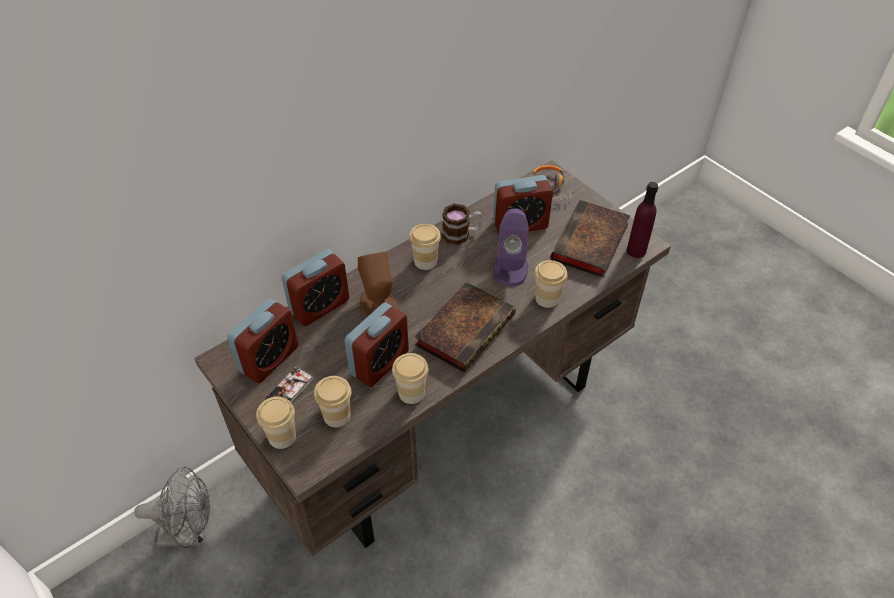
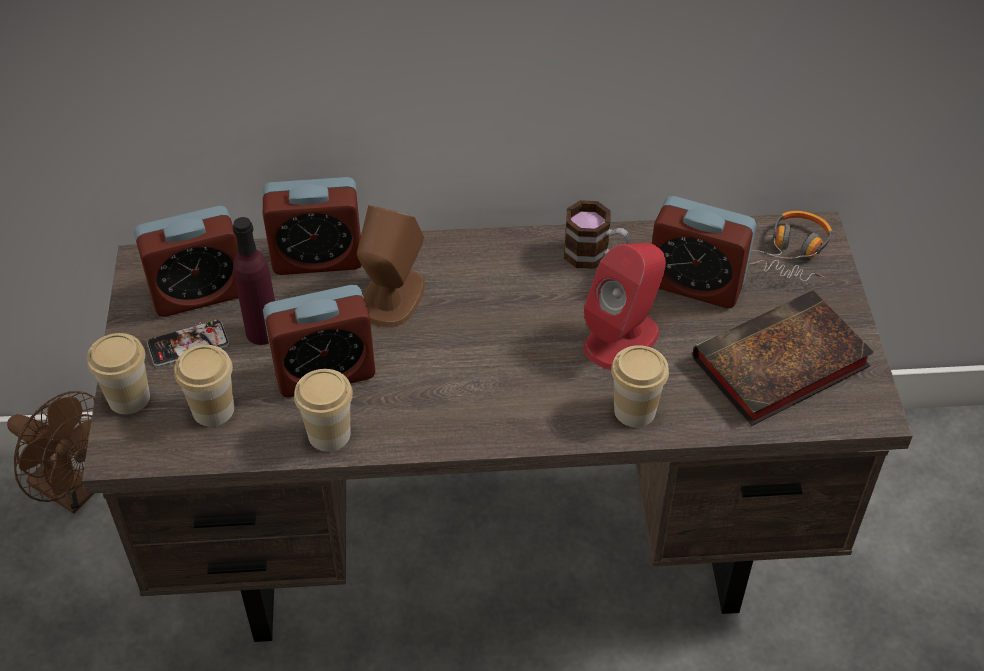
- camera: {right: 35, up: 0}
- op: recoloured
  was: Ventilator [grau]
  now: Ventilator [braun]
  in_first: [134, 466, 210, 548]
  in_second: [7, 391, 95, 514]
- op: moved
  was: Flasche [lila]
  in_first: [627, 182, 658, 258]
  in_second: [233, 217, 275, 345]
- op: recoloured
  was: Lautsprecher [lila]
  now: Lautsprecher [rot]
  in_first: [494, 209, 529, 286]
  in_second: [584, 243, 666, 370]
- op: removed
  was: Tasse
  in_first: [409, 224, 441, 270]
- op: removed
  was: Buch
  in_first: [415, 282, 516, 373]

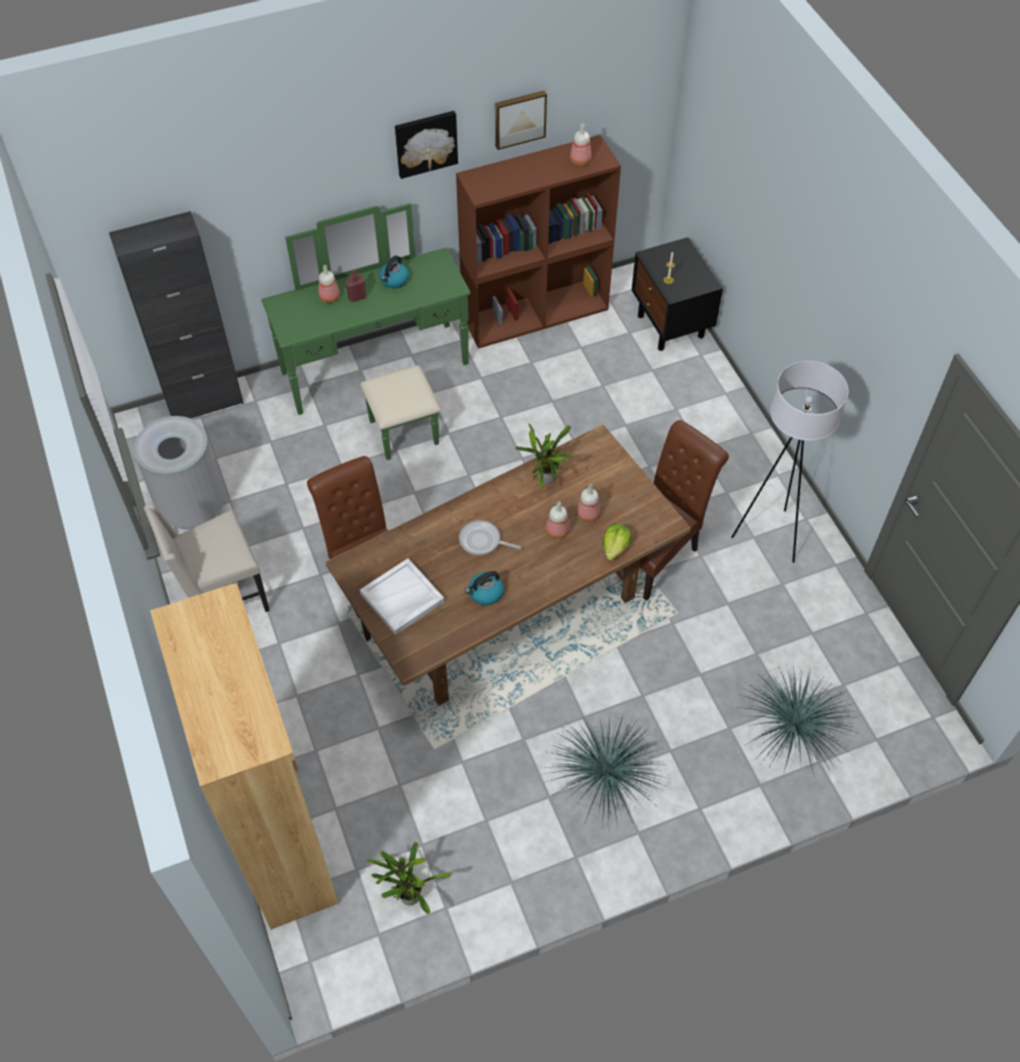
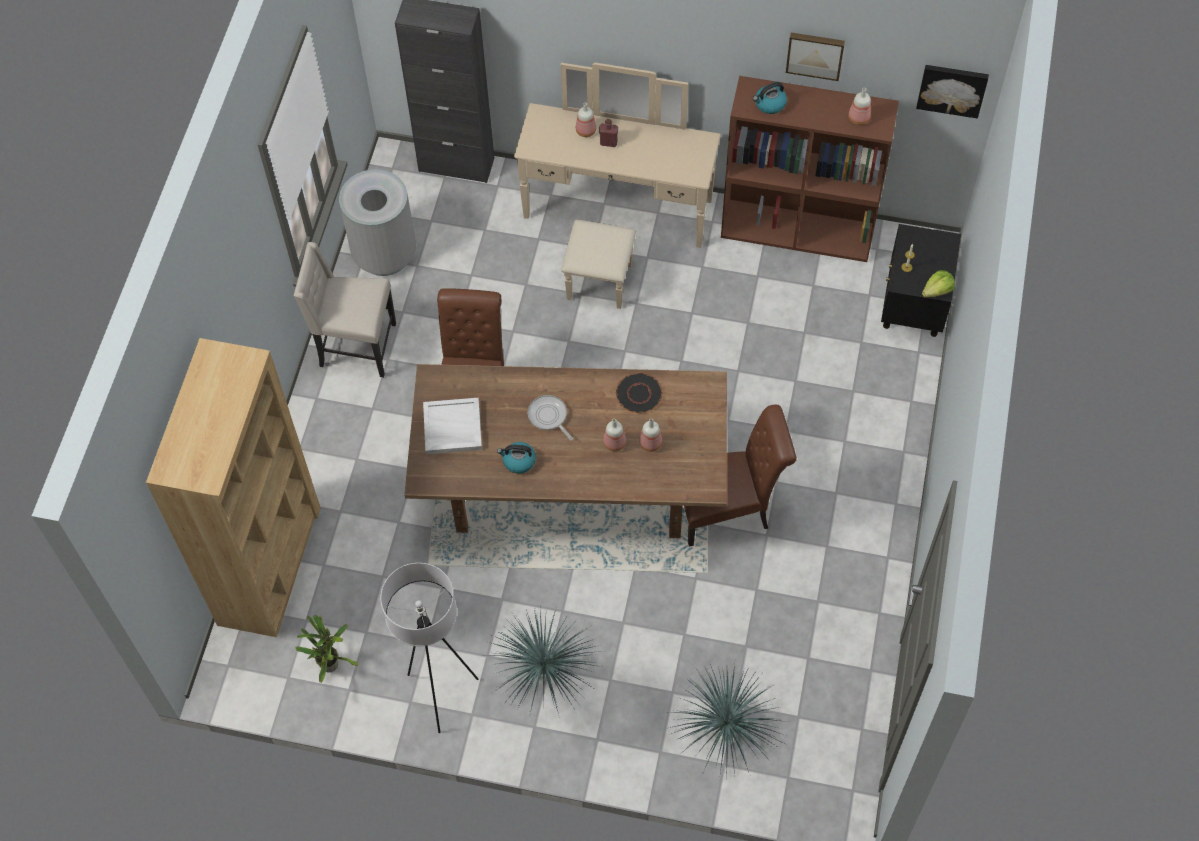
- camera: {right: 35, up: 5}
- op: moved
  was: Stehlampe [weiß]
  in_first: [731, 361, 849, 563]
  in_second: [380, 563, 478, 733]
- op: recoloured
  was: Kommode [grün]
  now: Kommode [beige]
  in_first: [261, 203, 470, 460]
  in_second: [514, 63, 721, 309]
- op: replaced
  was: Topfpflanze
  now: Teller [schwarz]
  in_first: [515, 424, 573, 489]
  in_second: [616, 373, 663, 413]
- op: moved
  was: Wasserkessel
  in_first: [379, 255, 409, 288]
  in_second: [753, 82, 787, 114]
- op: moved
  was: Bild
  in_first: [395, 111, 458, 179]
  in_second: [916, 65, 989, 119]
- op: moved
  was: Salatkopf
  in_first: [603, 524, 632, 561]
  in_second: [922, 270, 955, 297]

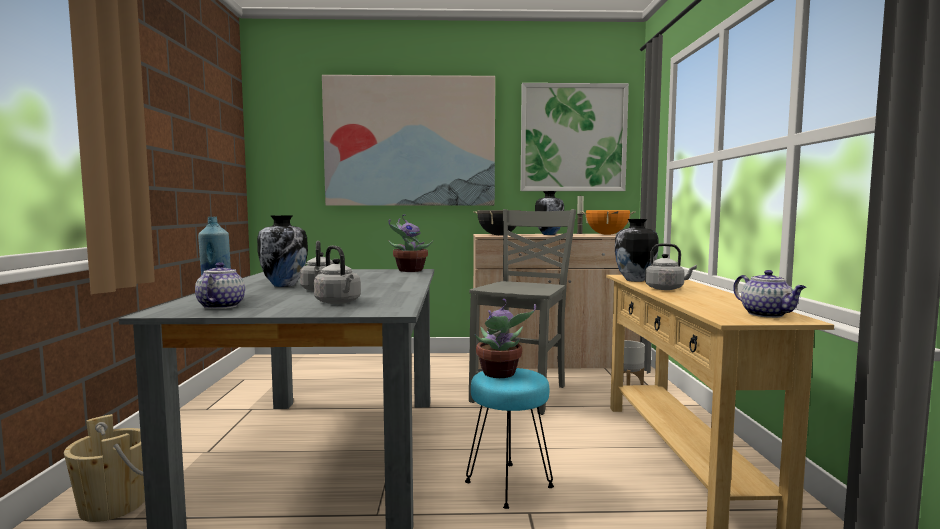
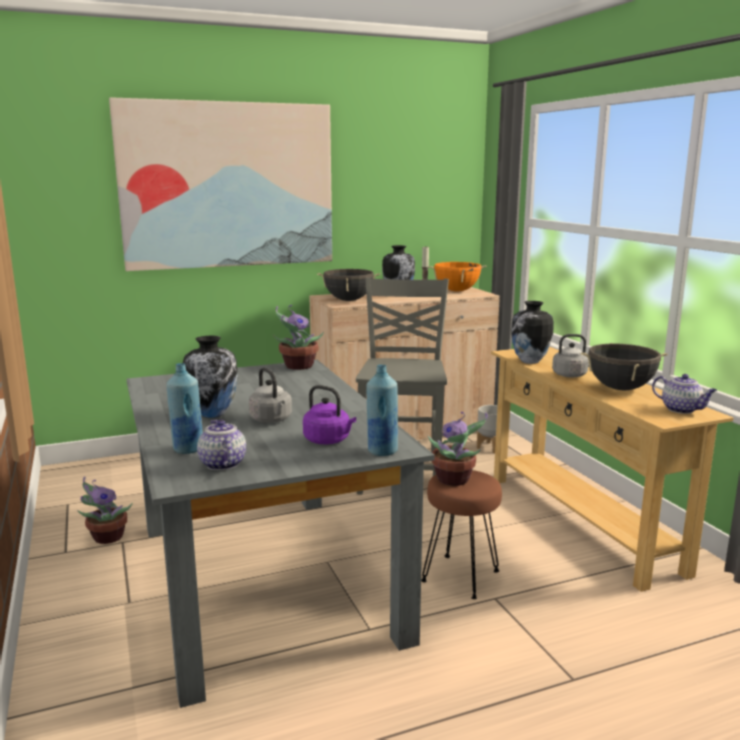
- camera: {right: -20, up: 10}
- op: added
  now: Topfpflanze
  in_second: [77, 476, 133, 544]
- op: recoloured
  was: Wasserkessel [grau]
  now: Wasserkessel [lila]
  in_first: [314, 246, 361, 304]
  in_second: [303, 385, 356, 444]
- op: added
  now: Flasche [blau]
  in_second: [366, 364, 398, 456]
- op: recoloured
  was: Hocker [türkis]
  now: Hocker [braun]
  in_first: [465, 368, 554, 509]
  in_second: [421, 470, 502, 599]
- op: added
  now: Kochtopf [schwarz]
  in_second: [581, 343, 668, 390]
- op: removed
  was: Eimer [beige]
  in_first: [64, 414, 145, 522]
- op: removed
  was: Bild
  in_first: [521, 83, 629, 191]

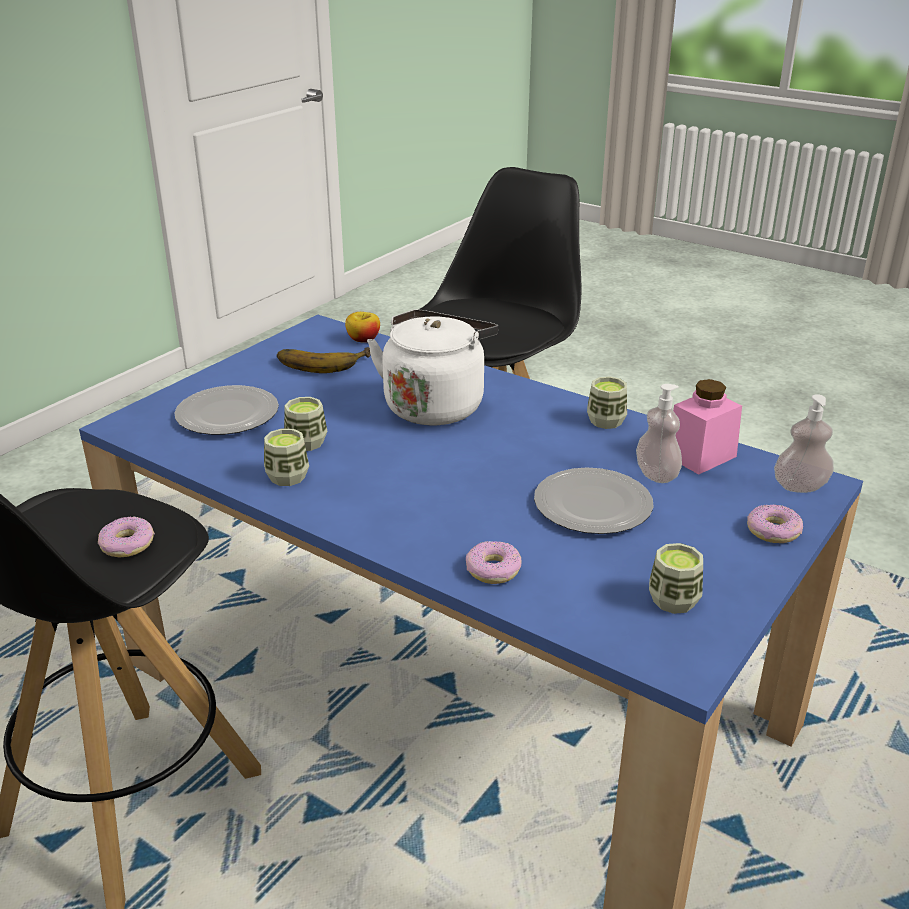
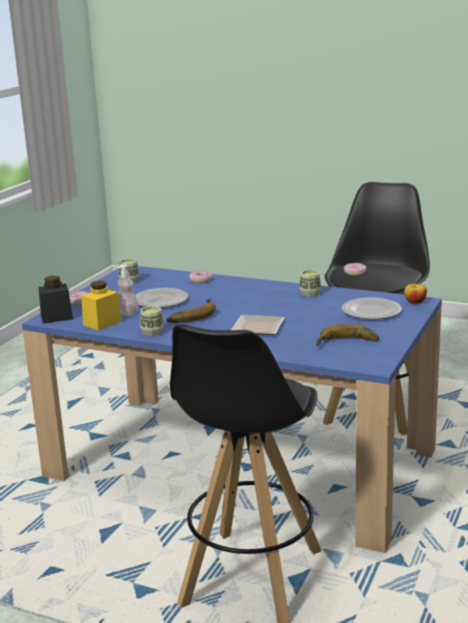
- camera: {right: 170, up: -10}
- op: replaced
  was: Seifenspender
  now: Vorratsglas [schwarz]
  in_first: [774, 394, 834, 493]
  in_second: [39, 276, 73, 324]
- op: recoloured
  was: Vorratsglas [rosa]
  now: Vorratsglas [gelb]
  in_first: [673, 379, 742, 475]
  in_second: [81, 280, 122, 331]
- op: added
  now: Banane
  in_second: [167, 298, 216, 323]
- op: replaced
  was: Wasserkessel [weiß]
  now: Teller
  in_first: [367, 309, 498, 425]
  in_second: [231, 315, 285, 335]
- op: moved
  was: Apfel
  in_first: [345, 312, 380, 343]
  in_second: [404, 284, 427, 304]
- op: removed
  was: Tasse
  in_first: [284, 397, 327, 451]

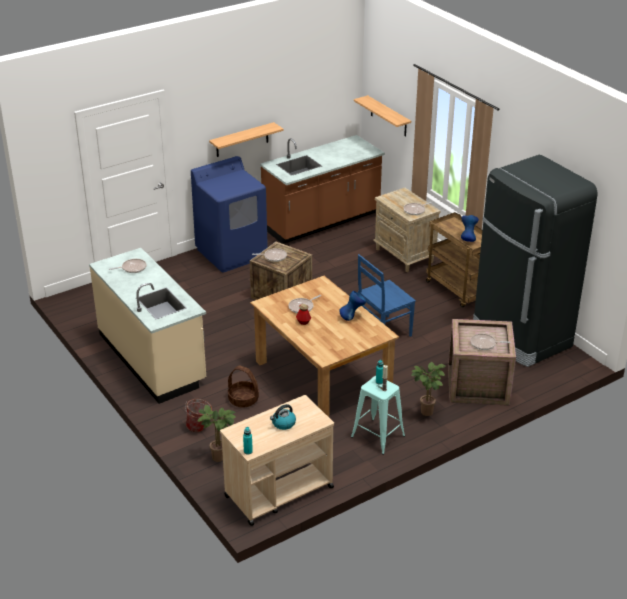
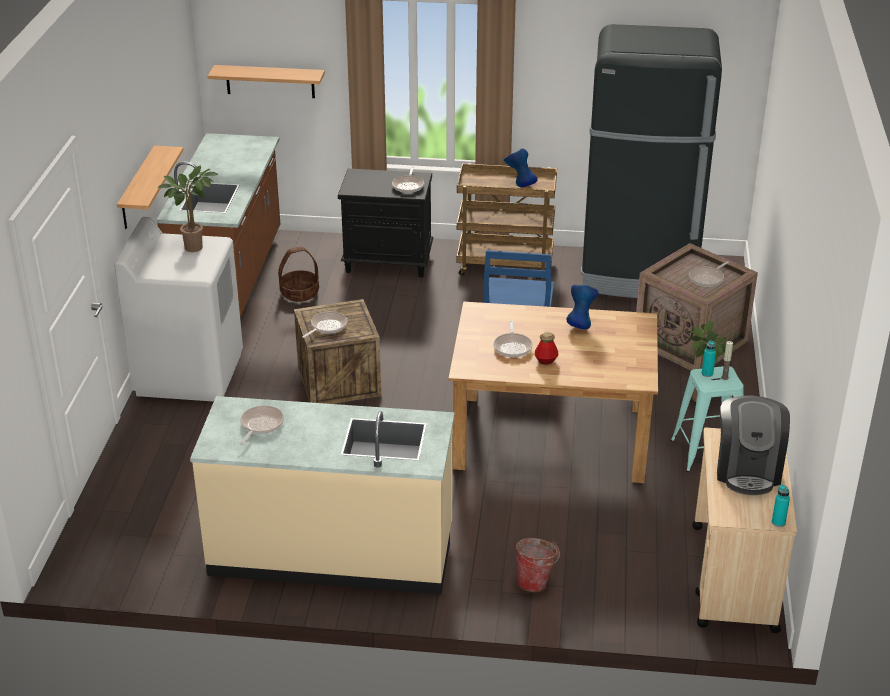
- camera: {right: -50, up: 0}
- op: recoloured
  was: Waschmaschine [blau]
  now: Waschmaschine [weiß]
  in_first: [191, 156, 268, 273]
  in_second: [114, 217, 243, 402]
- op: moved
  was: Topfpflanze
  in_first: [197, 405, 236, 462]
  in_second: [158, 166, 218, 252]
- op: moved
  was: Korb
  in_first: [228, 366, 259, 408]
  in_second: [278, 247, 319, 302]
- op: recoloured
  was: Nachttisch [beige]
  now: Nachttisch [schwarz]
  in_first: [373, 188, 440, 272]
  in_second: [338, 168, 433, 277]
- op: replaced
  was: Wasserkessel
  now: Kaffeemaschine
  in_first: [270, 404, 296, 430]
  in_second: [717, 396, 790, 495]

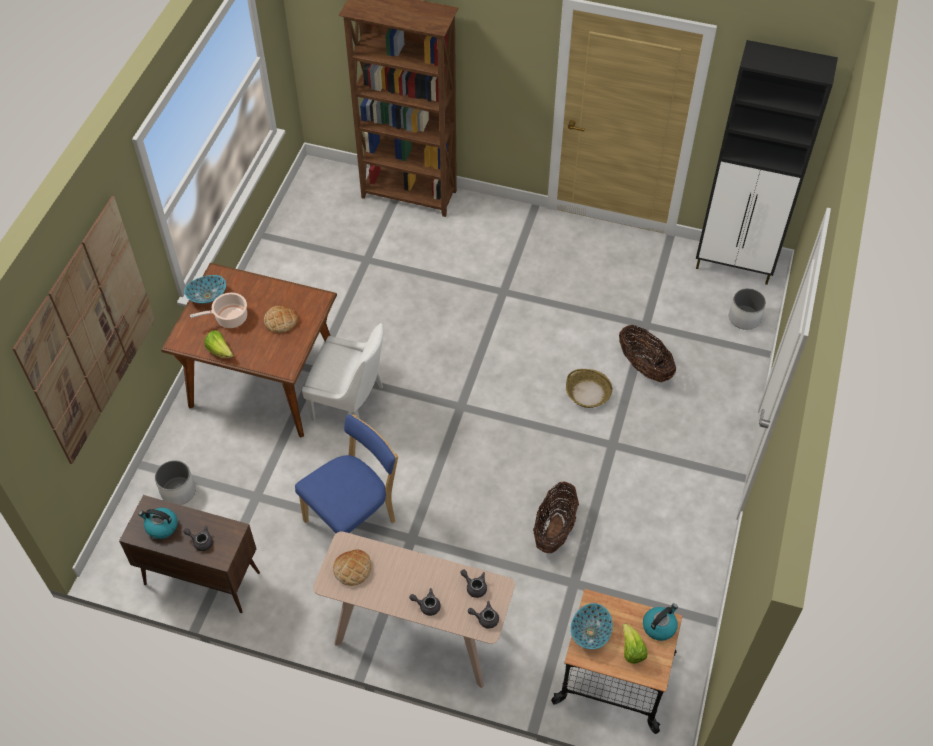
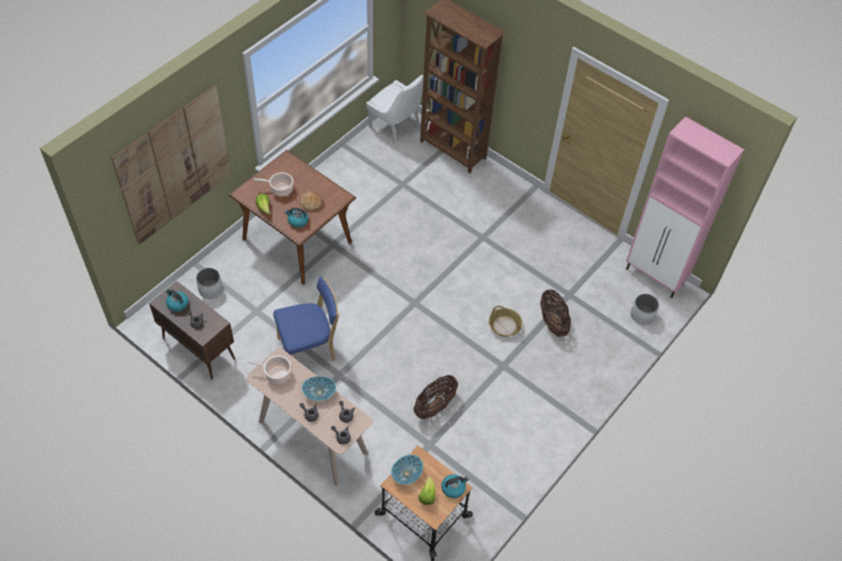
- camera: {right: 20, up: 0}
- op: replaced
  was: Brot
  now: Kochtopf
  in_first: [333, 550, 371, 586]
  in_second: [247, 355, 291, 384]
- op: added
  now: Wasserkessel
  in_second: [285, 208, 309, 228]
- op: moved
  was: Schüssel
  in_first: [184, 275, 226, 304]
  in_second: [302, 376, 336, 401]
- op: moved
  was: Stuhl [weiß]
  in_first: [302, 323, 384, 421]
  in_second: [366, 75, 424, 144]
- op: recoloured
  was: Schrank [schwarz]
  now: Schrank [rosa]
  in_first: [696, 40, 838, 285]
  in_second: [626, 116, 744, 298]

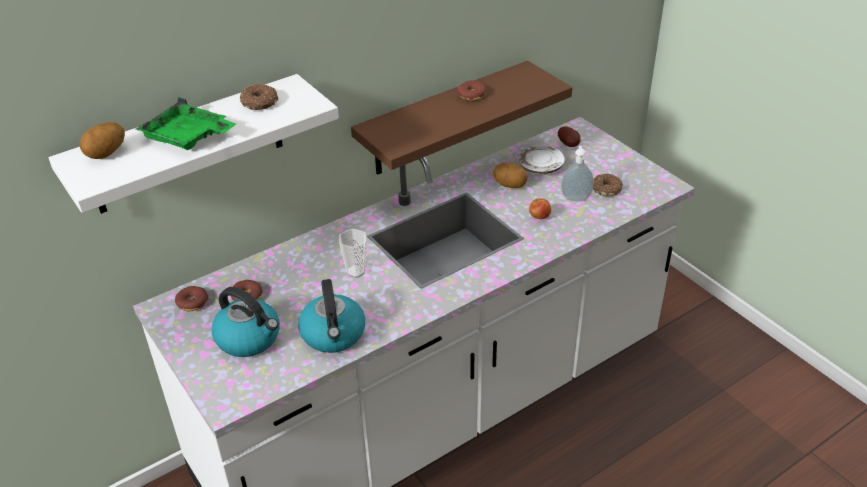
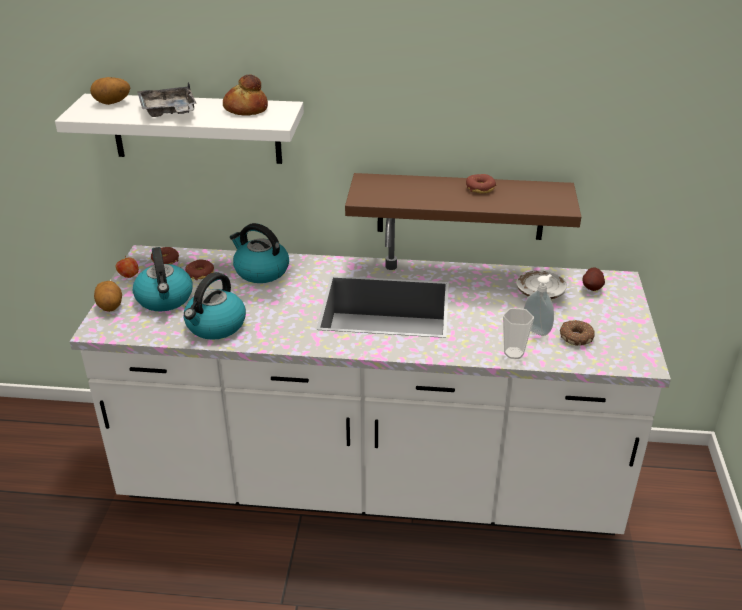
- camera: {right: 40, up: -5}
- op: moved
  was: Kartoffel
  in_first: [493, 163, 528, 188]
  in_second: [94, 281, 122, 312]
- op: moved
  was: Apfel
  in_first: [529, 198, 551, 219]
  in_second: [116, 256, 139, 278]
- op: recoloured
  was: Tablett [grün]
  now: Tablett [grau]
  in_first: [136, 97, 236, 150]
  in_second: [137, 82, 197, 117]
- op: replaced
  was: Donut
  now: Brot
  in_first: [240, 84, 278, 110]
  in_second: [223, 75, 268, 116]
- op: added
  now: Wasserkessel
  in_second: [230, 223, 289, 283]
- op: moved
  was: Tasse
  in_first: [339, 229, 366, 278]
  in_second: [503, 308, 534, 359]

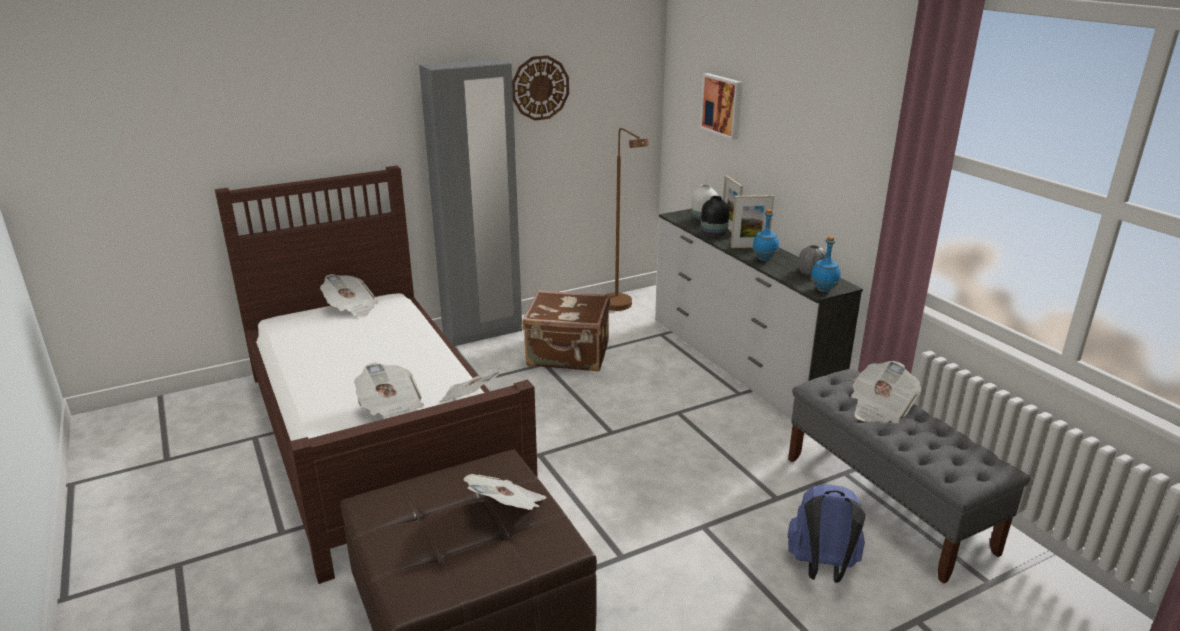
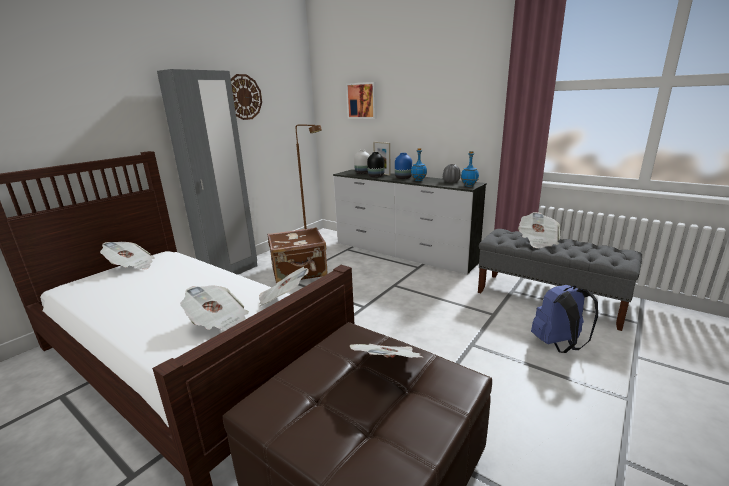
- camera: {right: -25, up: -5}
- op: replaced
  was: Bilderrahmen
  now: Vase [blau]
  in_first: [731, 195, 774, 248]
  in_second: [395, 153, 412, 179]

